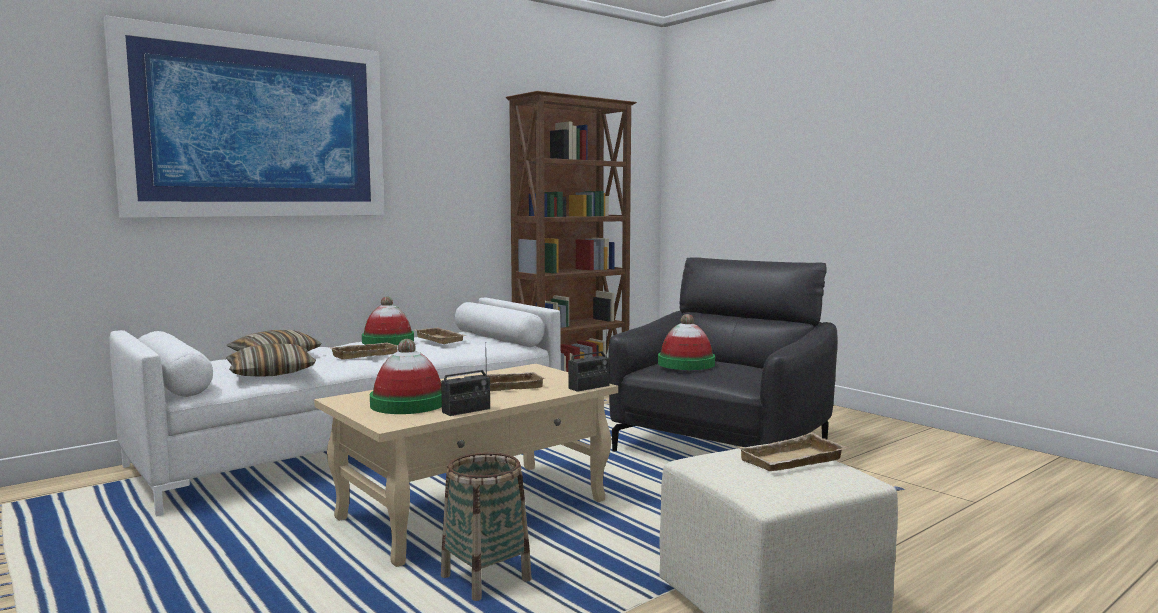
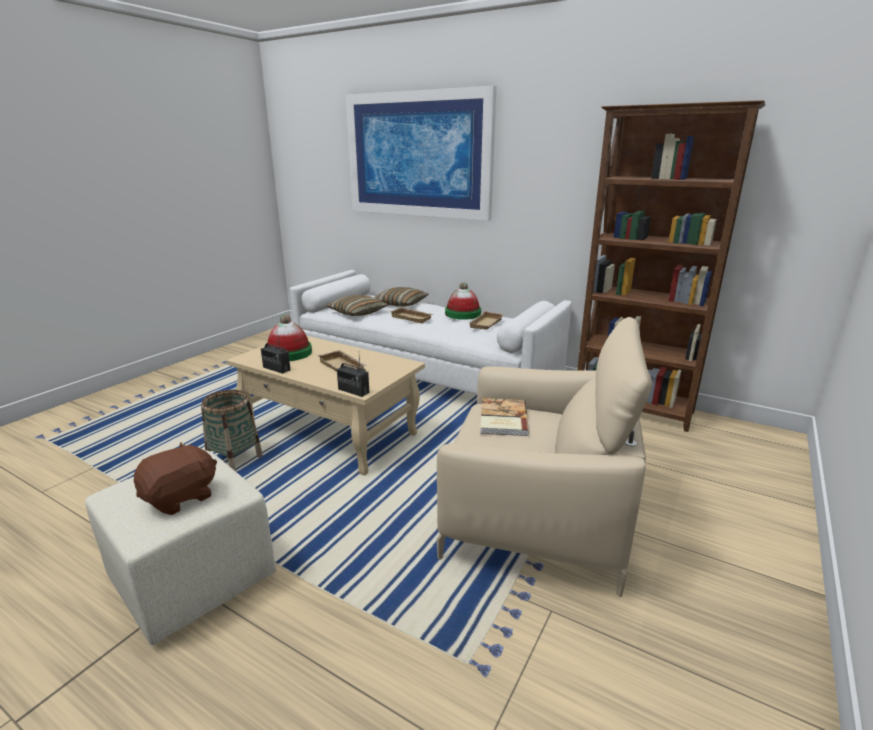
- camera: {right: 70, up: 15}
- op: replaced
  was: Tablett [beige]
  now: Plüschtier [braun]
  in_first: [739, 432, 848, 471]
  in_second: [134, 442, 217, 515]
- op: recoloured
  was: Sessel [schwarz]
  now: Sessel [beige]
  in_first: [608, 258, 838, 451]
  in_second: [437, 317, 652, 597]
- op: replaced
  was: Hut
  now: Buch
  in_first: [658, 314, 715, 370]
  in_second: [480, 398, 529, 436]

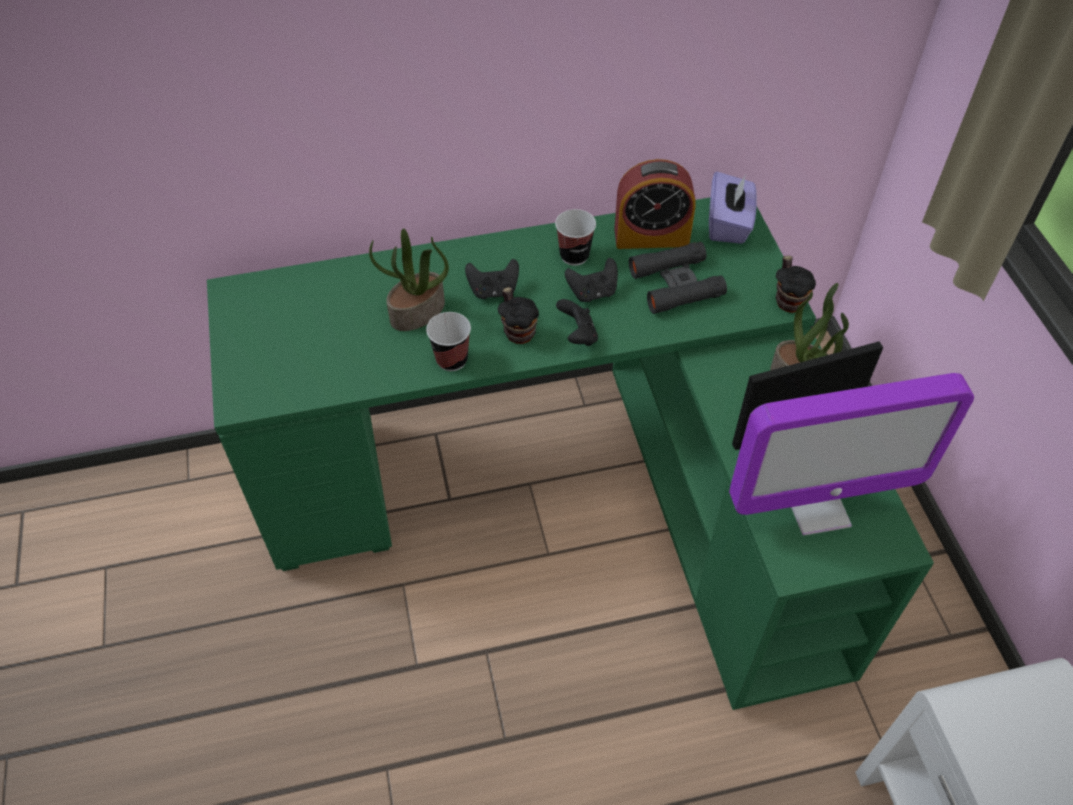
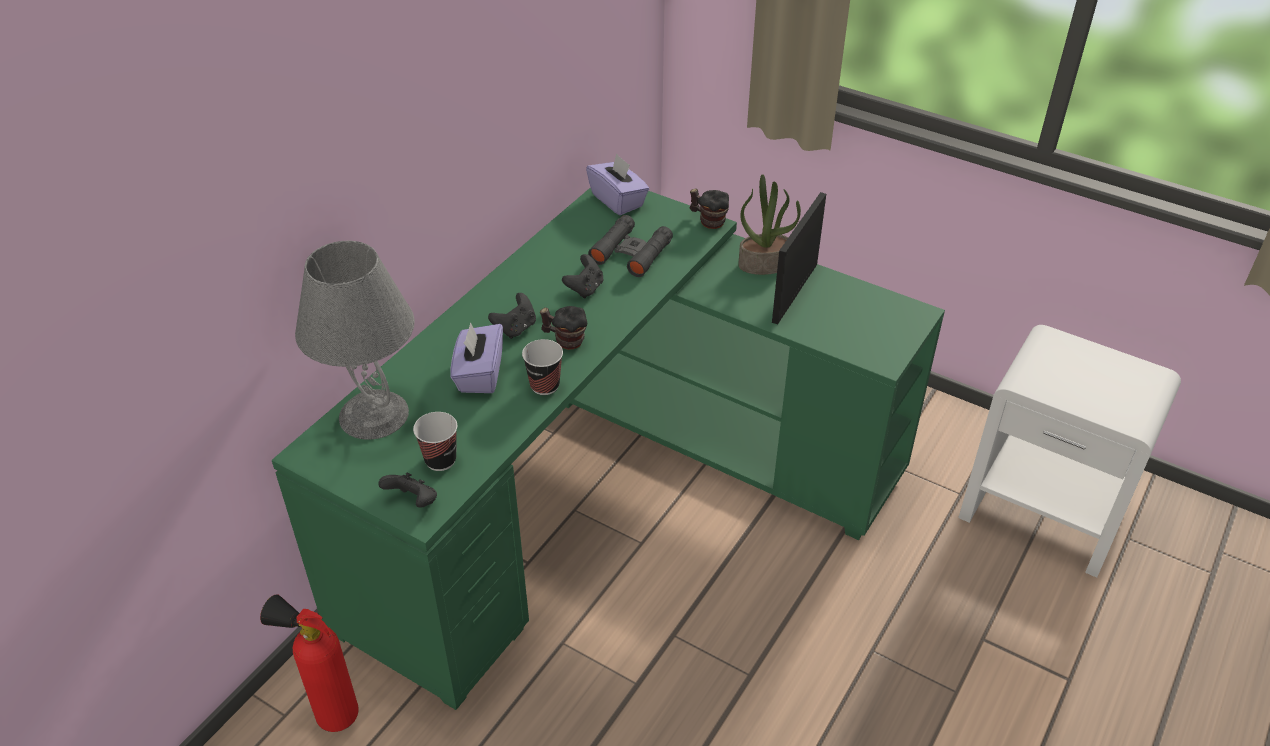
- camera: {right: -45, up: -10}
- op: added
  now: Feuerlöscher
  in_second: [260, 594, 359, 732]
- op: added
  now: Tischlampe [grau]
  in_second: [295, 241, 415, 440]
- op: moved
  was: Gamepad [schwarz]
  in_first: [556, 299, 598, 346]
  in_second: [378, 473, 437, 508]
- op: moved
  was: Tasse
  in_first: [555, 209, 596, 266]
  in_second: [413, 412, 457, 471]
- op: replaced
  was: Topfpflanze
  now: Taschentuchbox [lila]
  in_first: [369, 228, 449, 331]
  in_second: [451, 322, 503, 393]
- op: removed
  was: Wecker
  in_first: [614, 159, 695, 249]
- op: removed
  was: Monitor
  in_first: [729, 373, 974, 536]

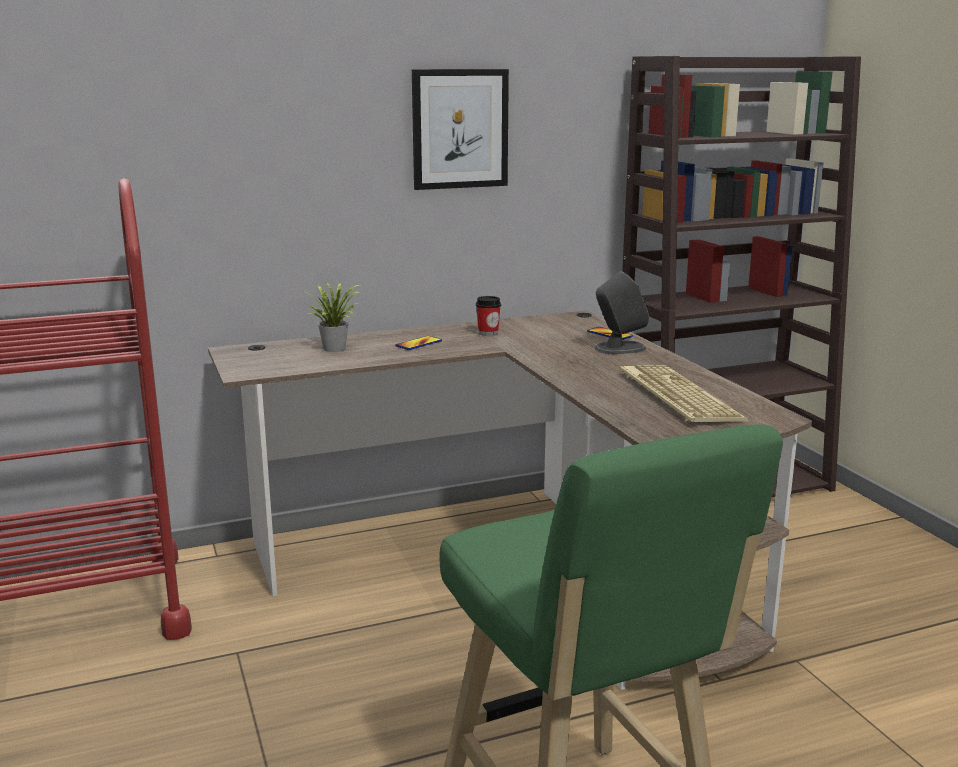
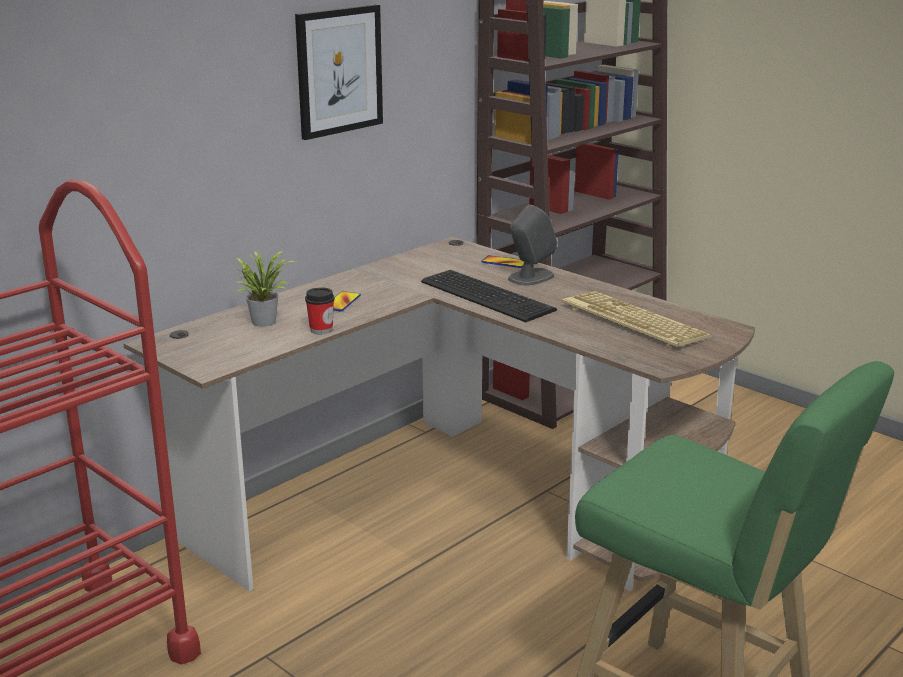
- camera: {right: -25, up: 5}
- op: moved
  was: Tasse
  in_first: [476, 296, 501, 336]
  in_second: [305, 287, 335, 334]
- op: added
  now: Tastatur
  in_second: [421, 270, 557, 322]

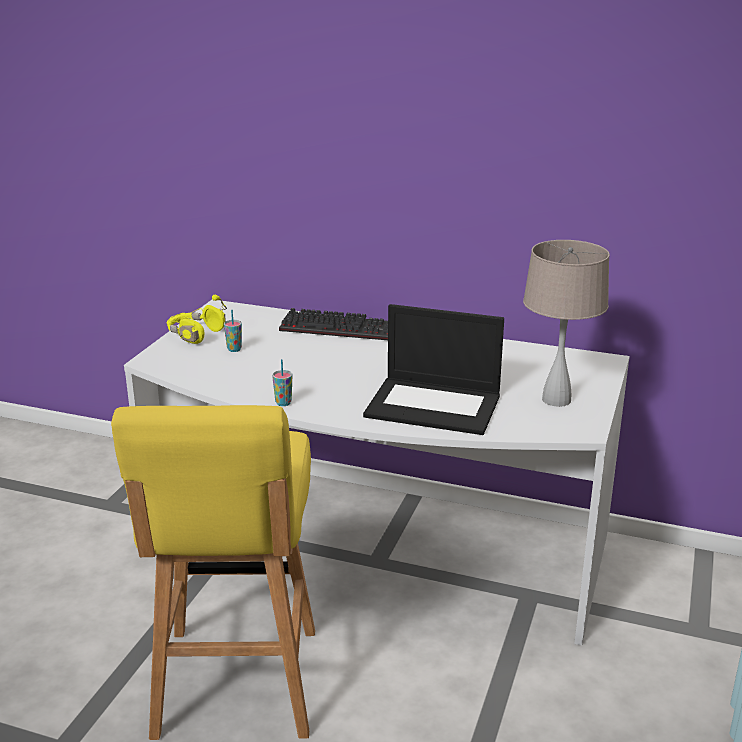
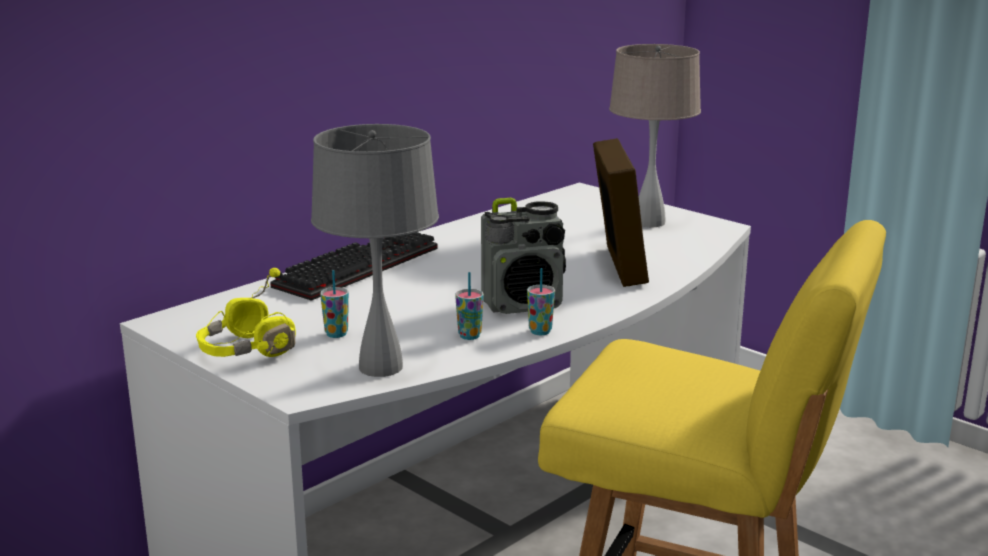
- camera: {right: -65, up: -5}
- op: added
  now: Tischlampe [grau]
  in_second: [311, 124, 439, 377]
- op: added
  now: Tasse
  in_second: [455, 272, 484, 340]
- op: added
  now: Radio
  in_second: [481, 198, 566, 314]
- op: replaced
  was: Laptop
  now: Bilderrahmen
  in_first: [363, 304, 504, 435]
  in_second: [593, 138, 649, 287]

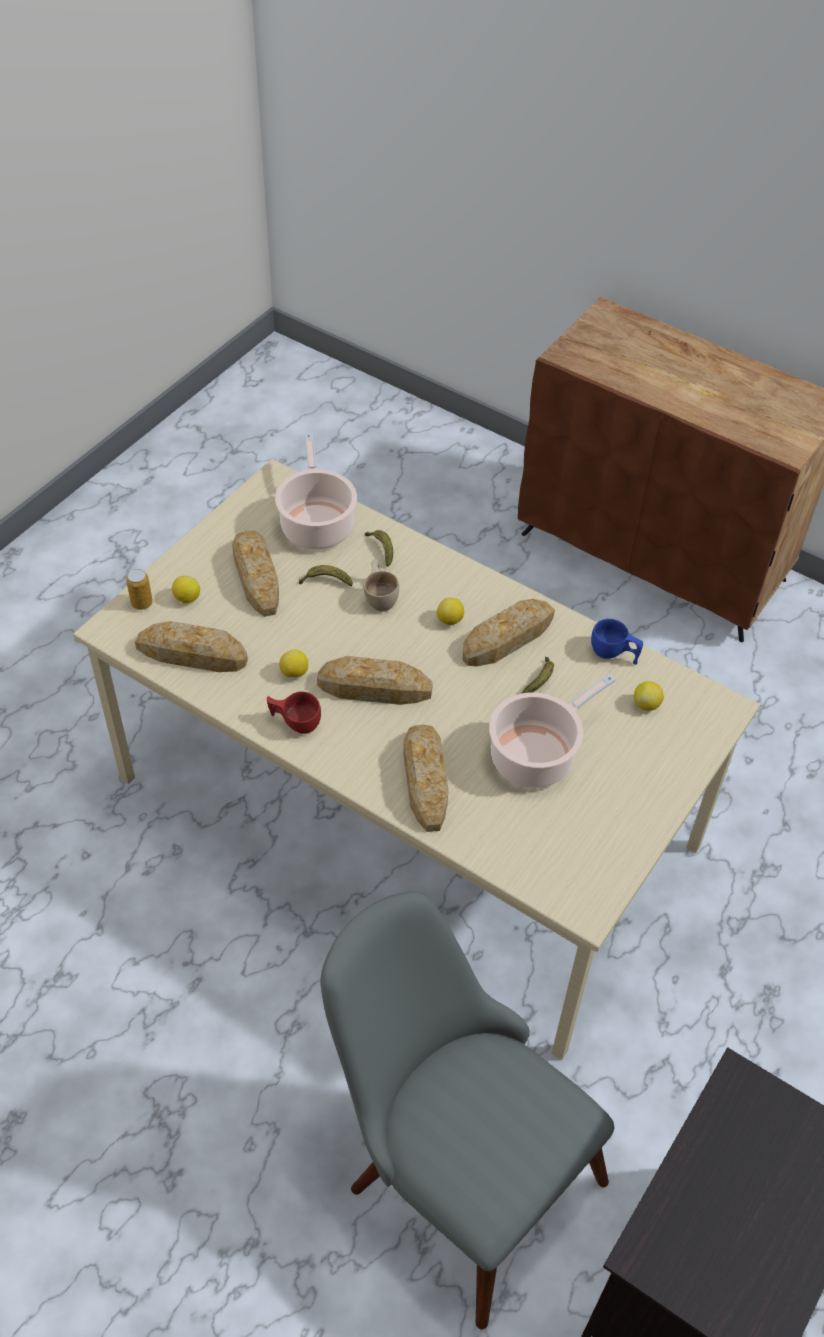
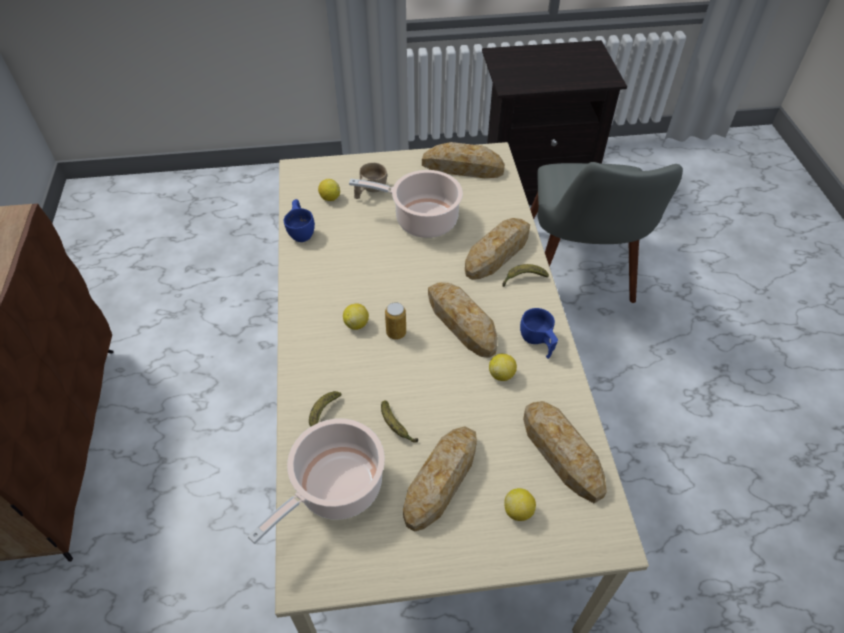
- camera: {right: -130, up: 0}
- op: moved
  was: Tasse [beige]
  in_first: [364, 559, 399, 611]
  in_second: [354, 162, 387, 199]
- op: moved
  was: Dose
  in_first: [126, 569, 153, 610]
  in_second: [385, 302, 406, 340]
- op: moved
  was: Brot
  in_first: [463, 599, 555, 666]
  in_second: [422, 142, 505, 178]
- op: moved
  was: Banane
  in_first: [522, 657, 554, 693]
  in_second: [502, 264, 549, 287]
- op: recoloured
  was: Tasse [rot]
  now: Tasse [blau]
  in_first: [267, 692, 321, 734]
  in_second: [520, 308, 558, 359]

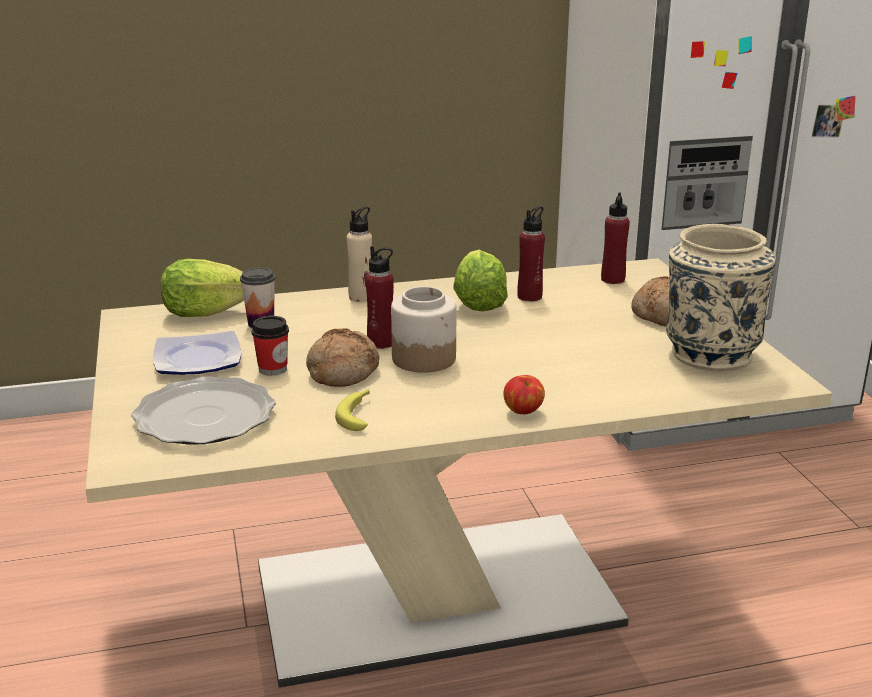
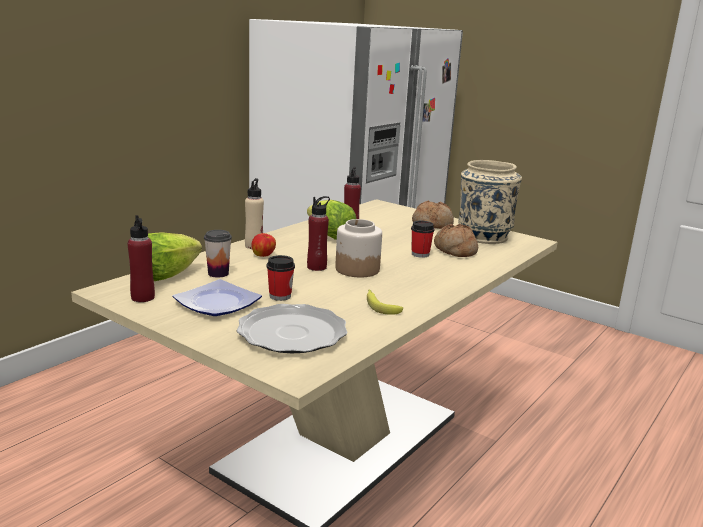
- camera: {right: -40, up: -5}
- op: moved
  was: Flasche [rot]
  in_first: [601, 193, 630, 284]
  in_second: [128, 215, 155, 302]
- op: moved
  was: Apfel
  in_first: [503, 375, 545, 414]
  in_second: [251, 233, 276, 257]
- op: added
  now: Tasse
  in_second: [411, 221, 435, 258]
- op: moved
  was: Brot
  in_first: [306, 328, 380, 387]
  in_second: [434, 224, 478, 257]

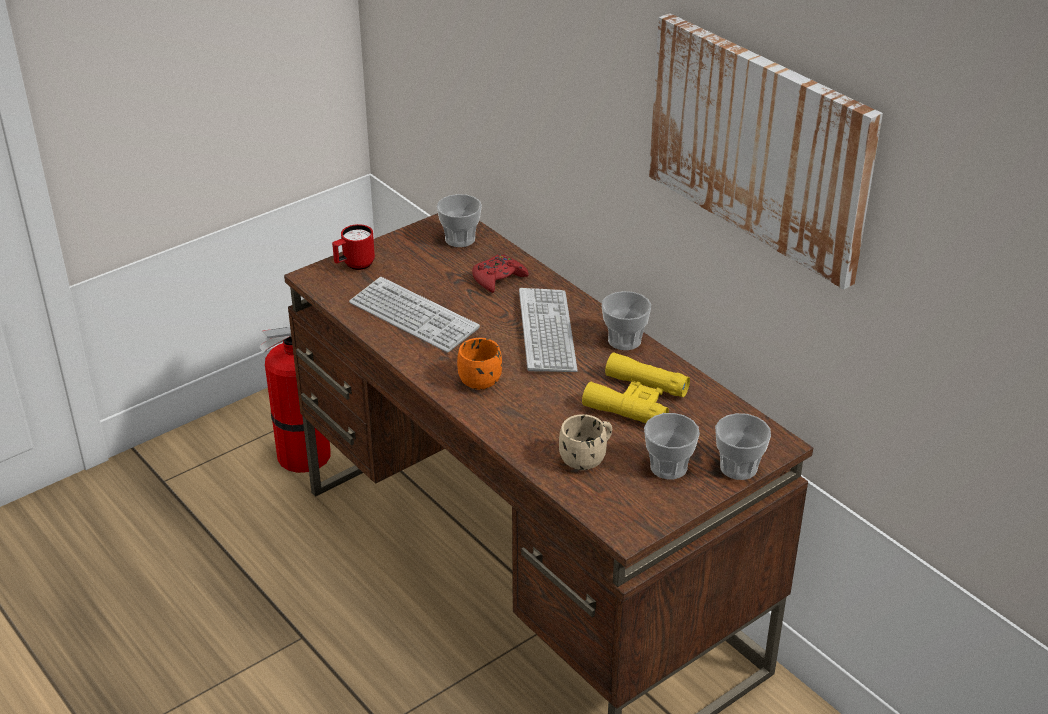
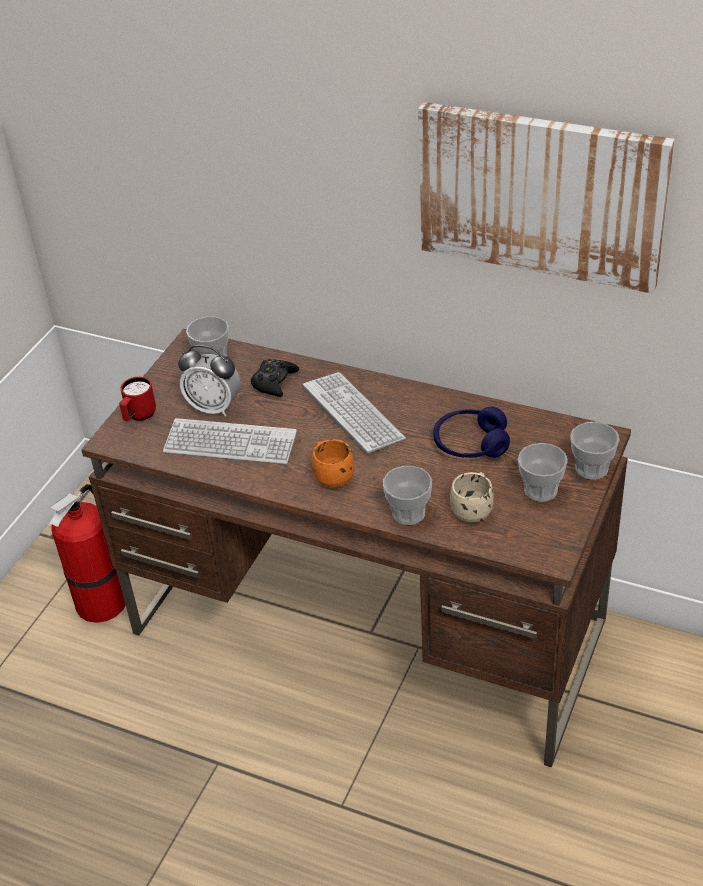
- camera: {right: -25, up: 5}
- op: added
  now: Wecker
  in_second: [178, 345, 241, 417]
- op: recoloured
  was: Gamepad [rot]
  now: Gamepad [schwarz]
  in_first: [472, 254, 529, 293]
  in_second: [251, 359, 299, 397]
- op: moved
  was: Tasse
  in_first: [602, 291, 651, 350]
  in_second: [383, 466, 432, 525]
- op: replaced
  was: Fernglas [gelb]
  now: Kopfhörer [blau]
  in_first: [582, 352, 690, 423]
  in_second: [433, 406, 510, 458]

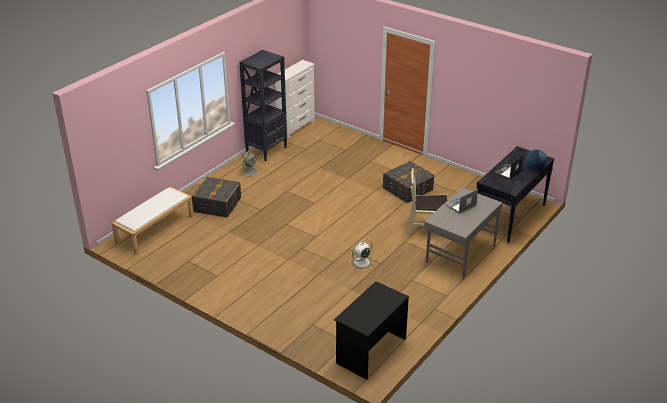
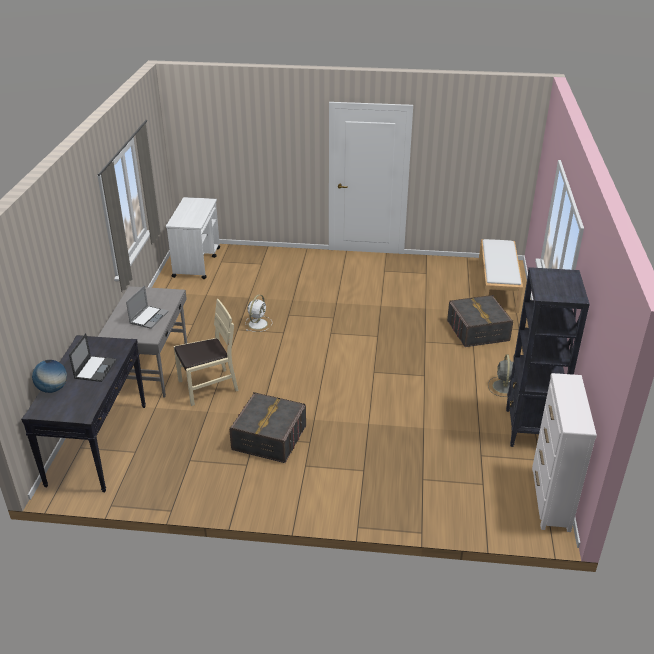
- camera: {right: 150, up: 0}
- op: replaced
  was: Schreibtisch [schwarz]
  now: Rollwagen [weiß]
  in_first: [334, 281, 409, 380]
  in_second: [166, 197, 220, 279]

